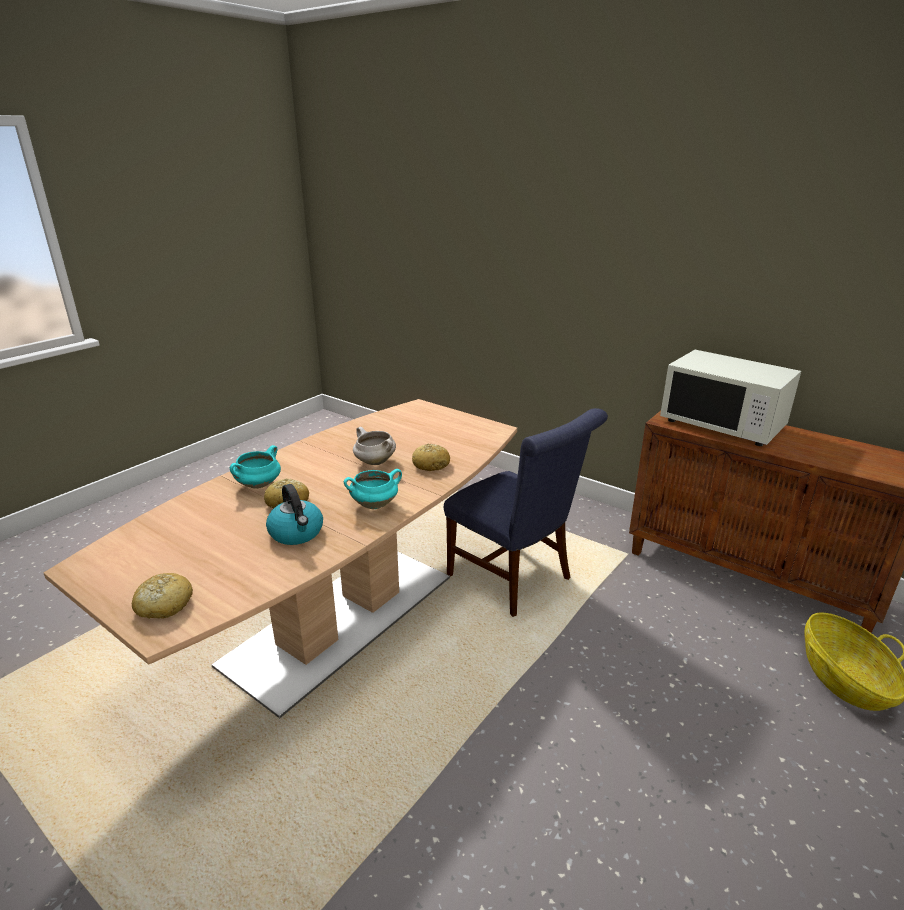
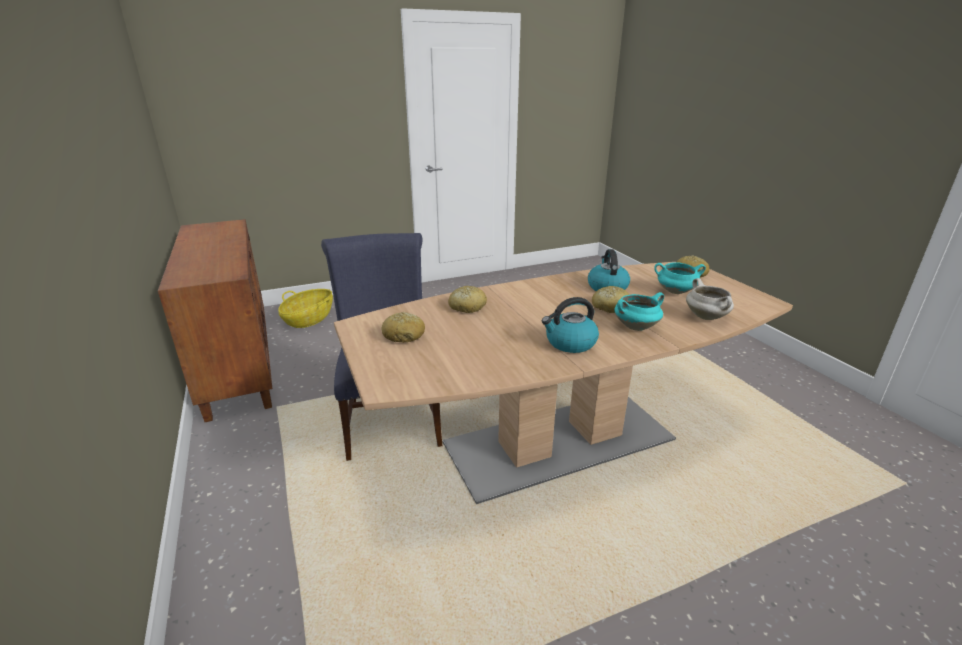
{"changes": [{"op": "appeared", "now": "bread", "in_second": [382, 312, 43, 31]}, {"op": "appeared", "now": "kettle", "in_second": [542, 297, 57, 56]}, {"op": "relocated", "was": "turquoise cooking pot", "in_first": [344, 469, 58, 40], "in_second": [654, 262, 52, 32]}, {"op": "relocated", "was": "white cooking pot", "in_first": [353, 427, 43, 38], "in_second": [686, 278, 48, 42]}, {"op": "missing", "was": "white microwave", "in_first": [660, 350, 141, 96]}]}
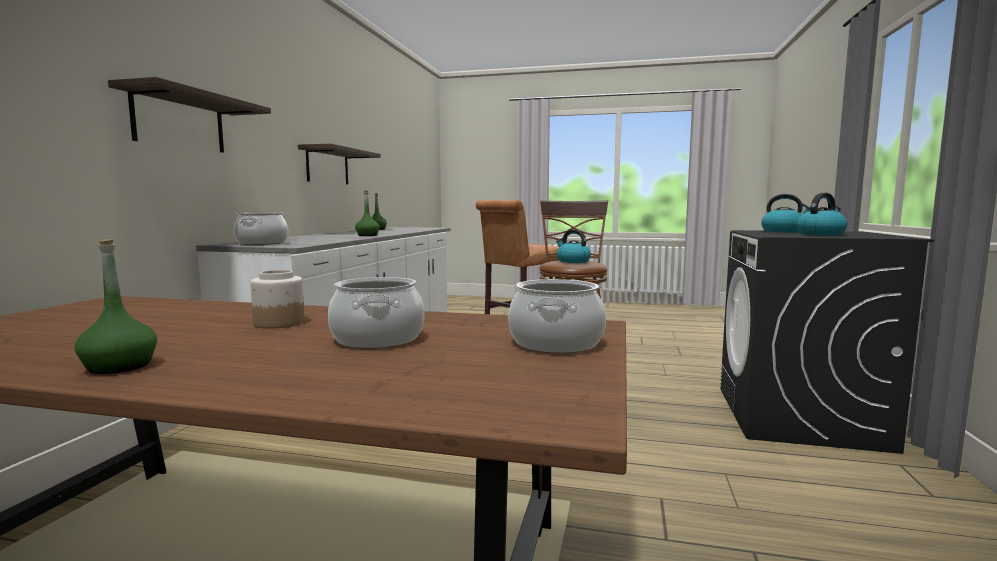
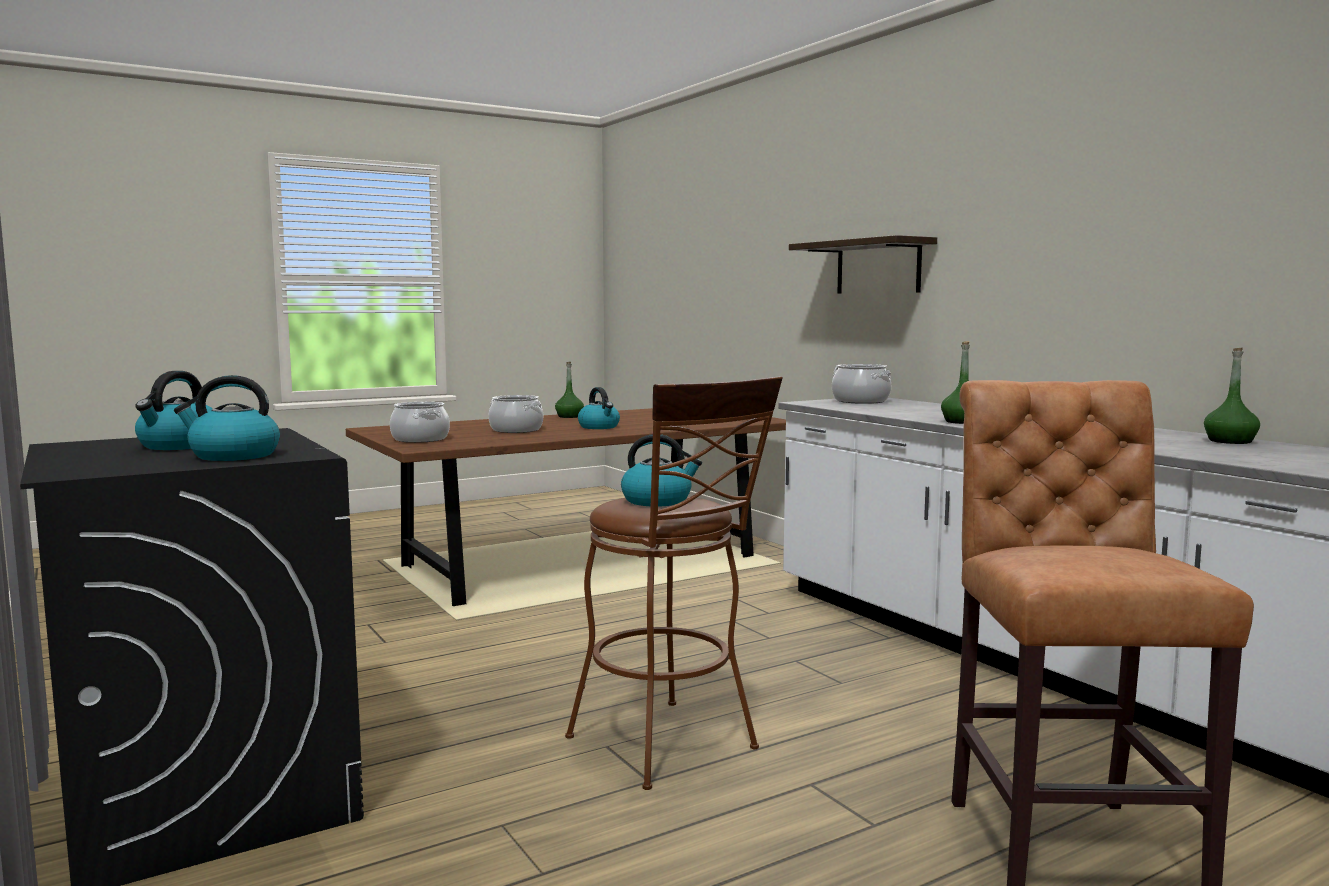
{"changes": [{"op": "exchanged", "was": "jar", "now": "kettle", "in_first": [250, 270, 55, 59], "in_second": [578, 387, 42, 42]}, {"op": "missing", "was": "shelf", "in_first": [298, 144, 83, 40]}]}
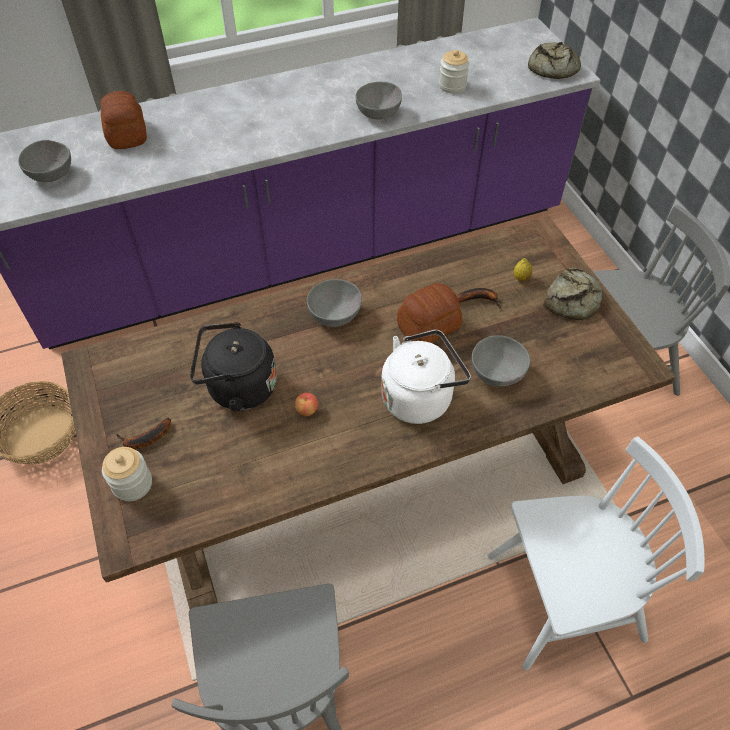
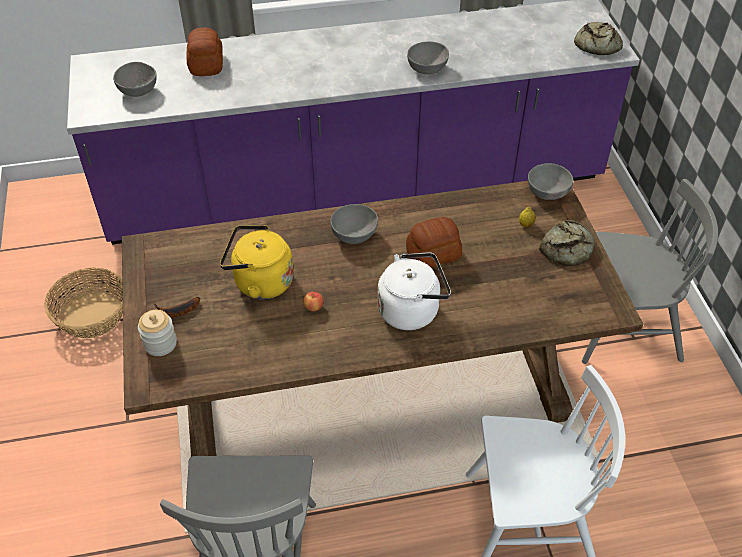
{"changes": [{"op": "colour", "was": "black kettle", "now": "yellow kettle", "in_first": [190, 322, 87, 90], "in_second": [220, 225, 74, 74]}, {"op": "relocated", "was": "grey bowl", "in_first": [471, 335, 59, 51], "in_second": [528, 163, 45, 37]}, {"op": "missing", "was": "jar", "in_first": [439, 50, 31, 44]}, {"op": "missing", "was": "banana", "in_first": [457, 288, 45, 21]}]}
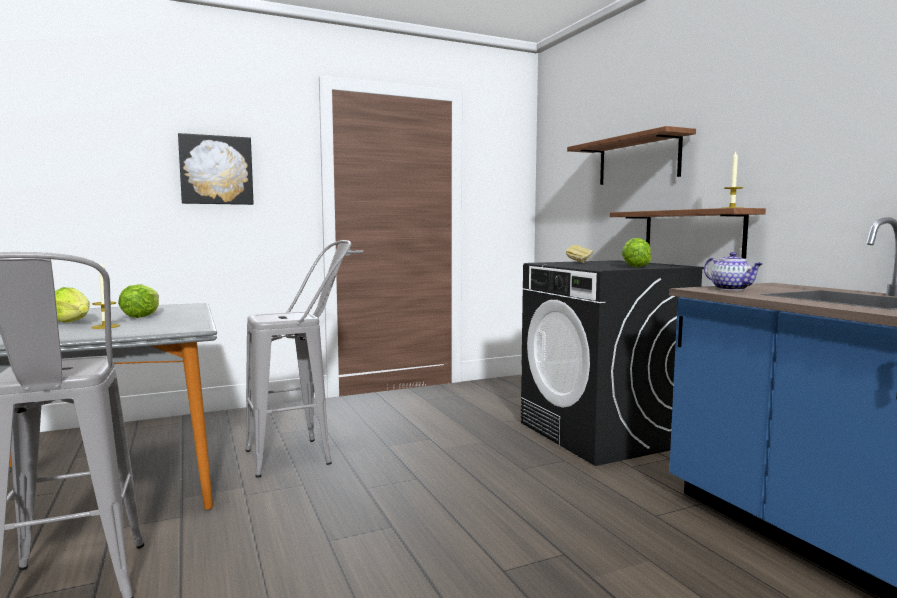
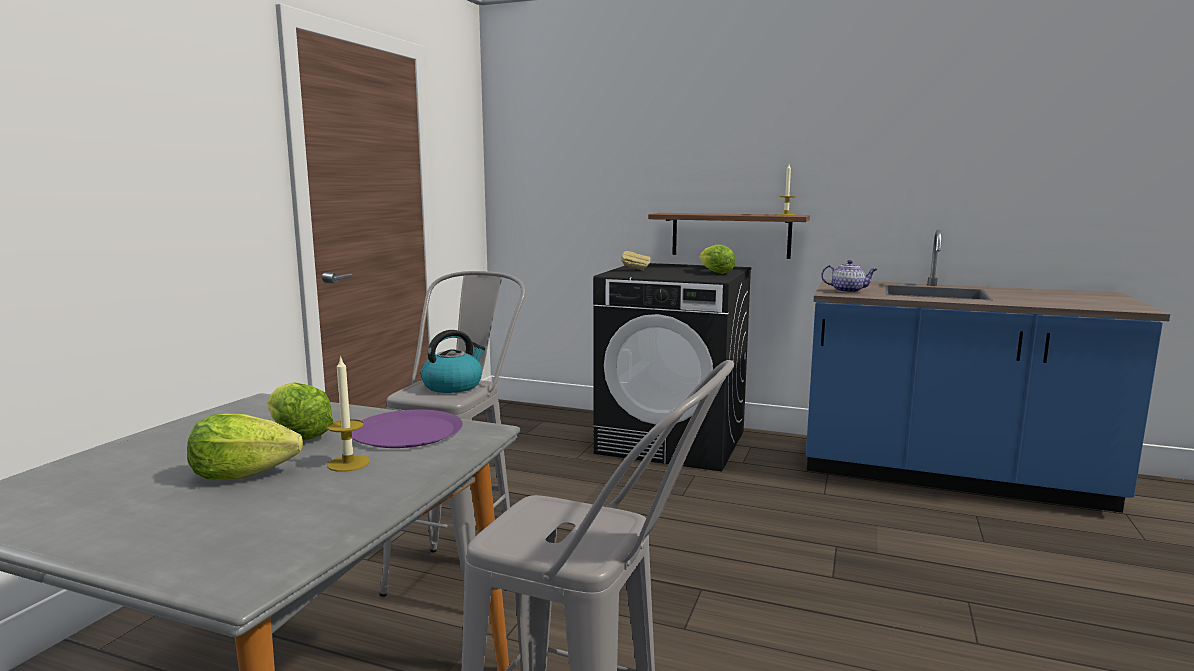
{"changes": [{"op": "appeared", "now": "purple plate", "in_second": [352, 410, 111, 38]}, {"op": "appeared", "now": "kettle", "in_second": [421, 330, 64, 63]}, {"op": "missing", "was": "picture", "in_first": [178, 133, 76, 72]}, {"op": "missing", "was": "shelf", "in_first": [567, 126, 129, 59]}]}
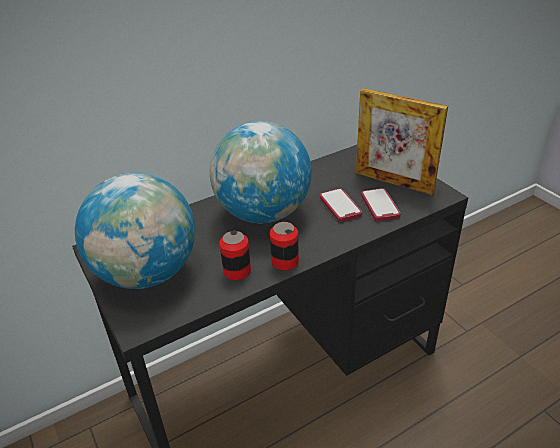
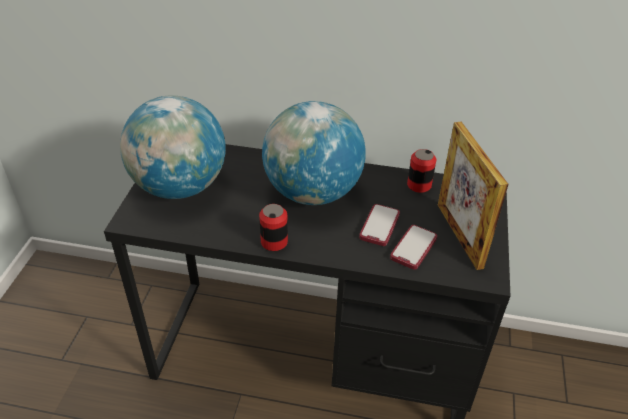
{"changes": [{"op": "relocated", "was": "can", "in_first": [219, 231, 32, 49], "in_second": [407, 149, 29, 44]}]}
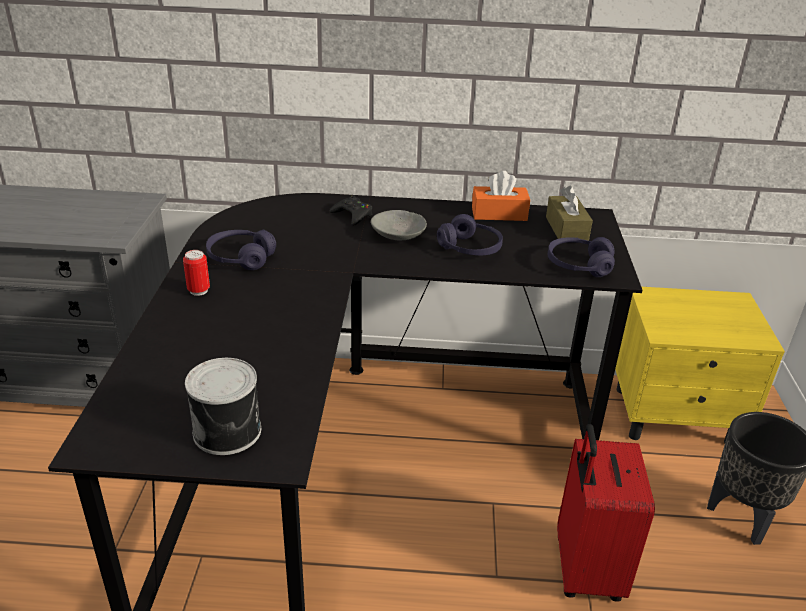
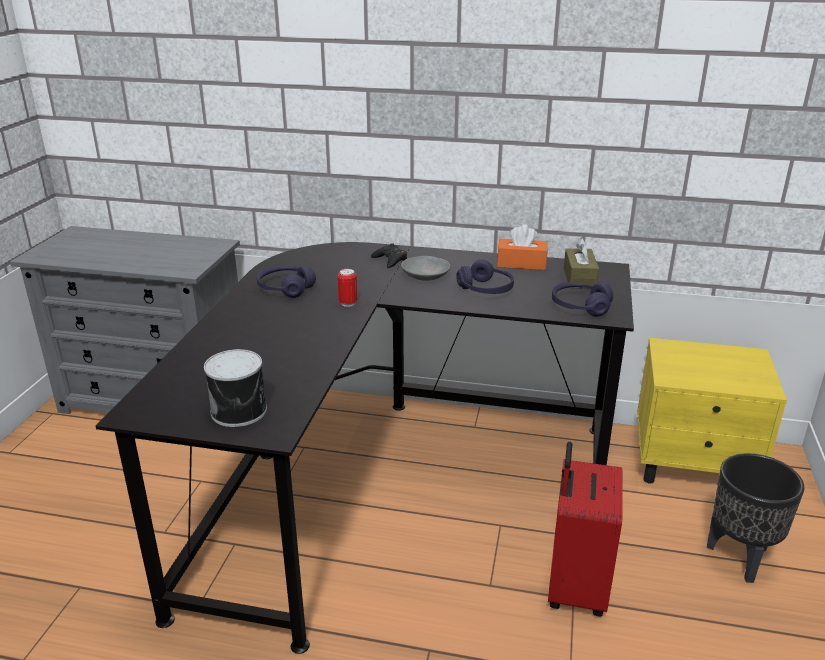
{"changes": [{"op": "relocated", "was": "can", "in_first": [183, 250, 27, 46], "in_second": [338, 269, 19, 38]}]}
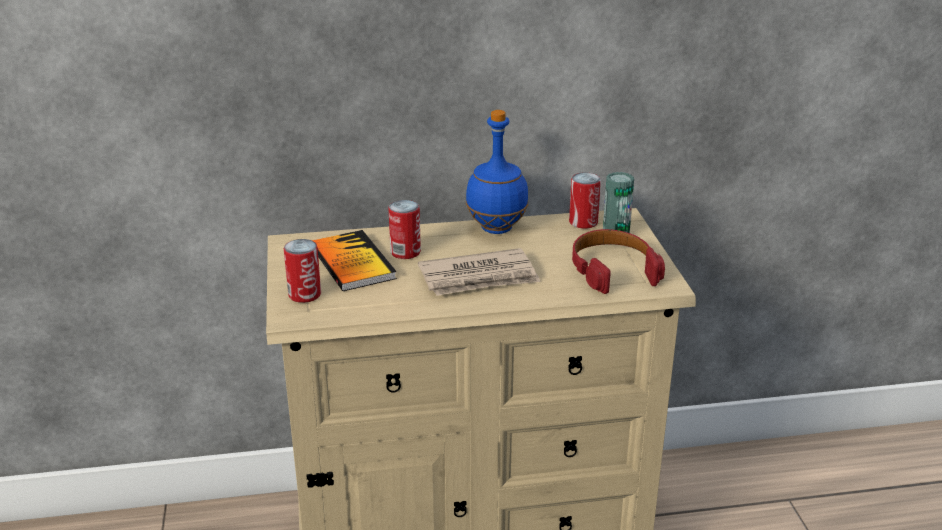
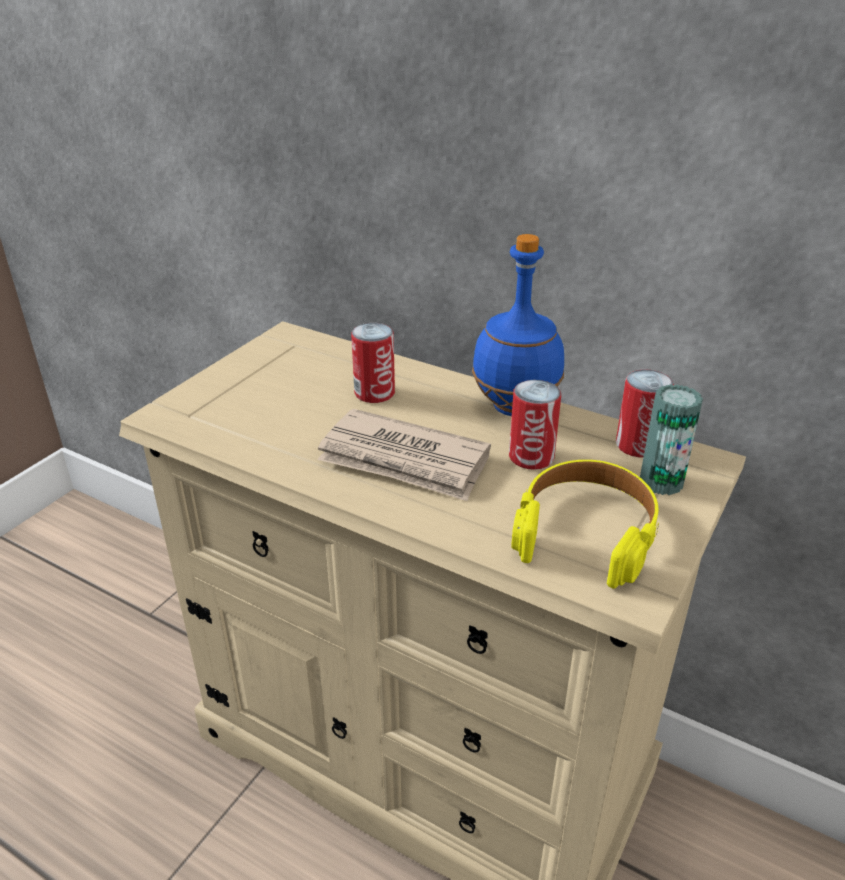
{"changes": [{"op": "relocated", "was": "can", "in_first": [284, 239, 37, 64], "in_second": [509, 380, 52, 90]}, {"op": "colour", "was": "red headphones", "now": "yellow headphones", "in_first": [572, 229, 93, 65], "in_second": [511, 460, 148, 129]}, {"op": "missing", "was": "book", "in_first": [312, 230, 85, 61]}]}
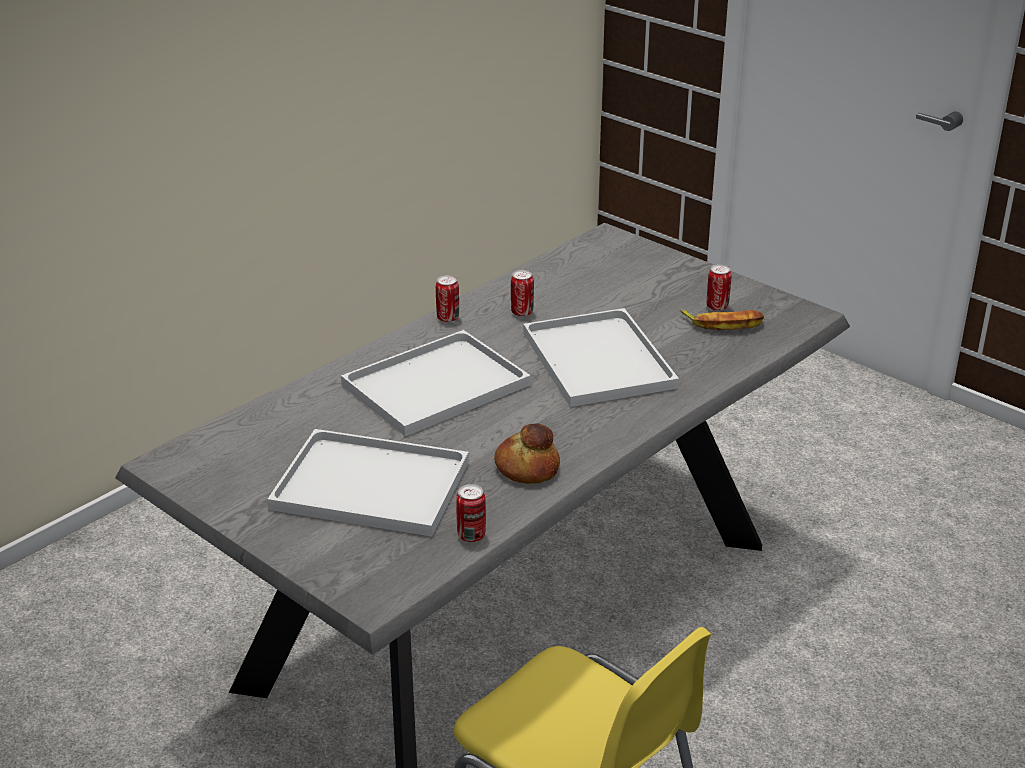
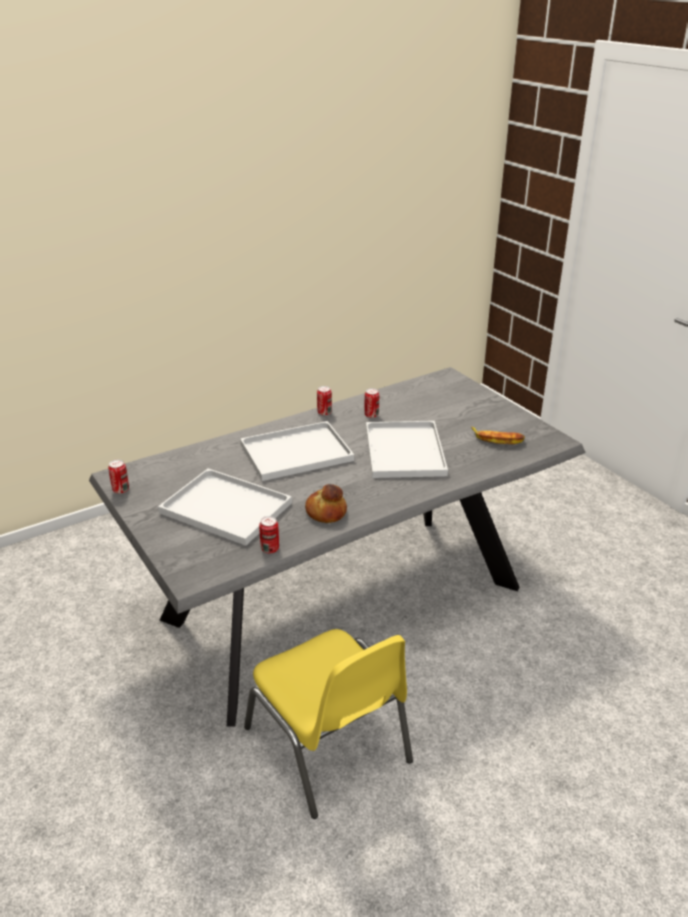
{"changes": [{"op": "relocated", "was": "can", "in_first": [707, 264, 25, 47], "in_second": [108, 460, 21, 34]}]}
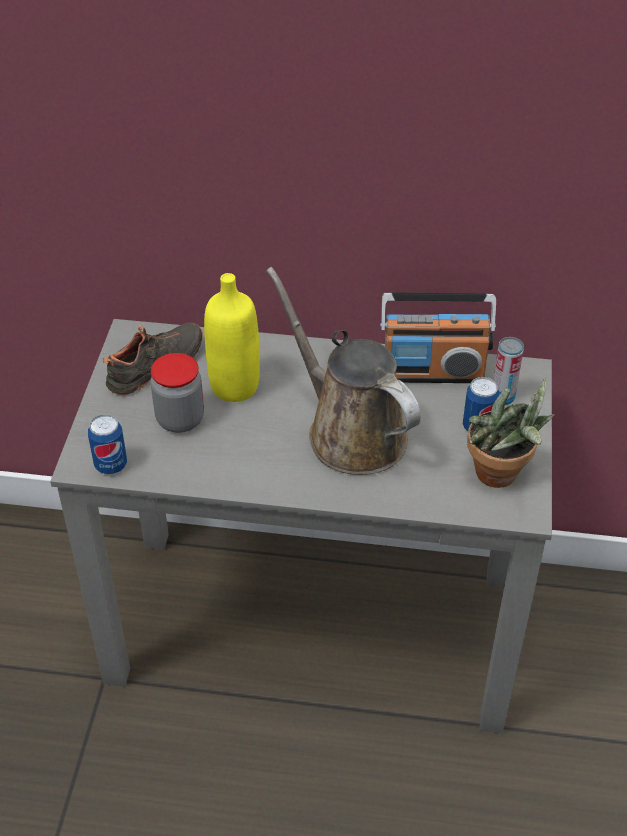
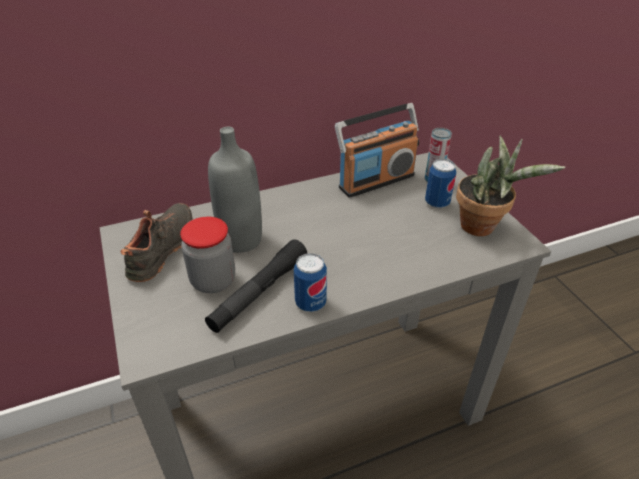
{"changes": [{"op": "appeared", "now": "black flashlight", "in_second": [205, 239, 103, 94]}, {"op": "colour", "was": "yellow bottle", "now": "grey bottle", "in_first": [204, 273, 56, 129], "in_second": [208, 127, 54, 126]}, {"op": "relocated", "was": "can", "in_first": [88, 414, 39, 60], "in_second": [294, 253, 33, 59]}, {"op": "missing", "was": "brown watering can", "in_first": [266, 267, 155, 208]}]}
